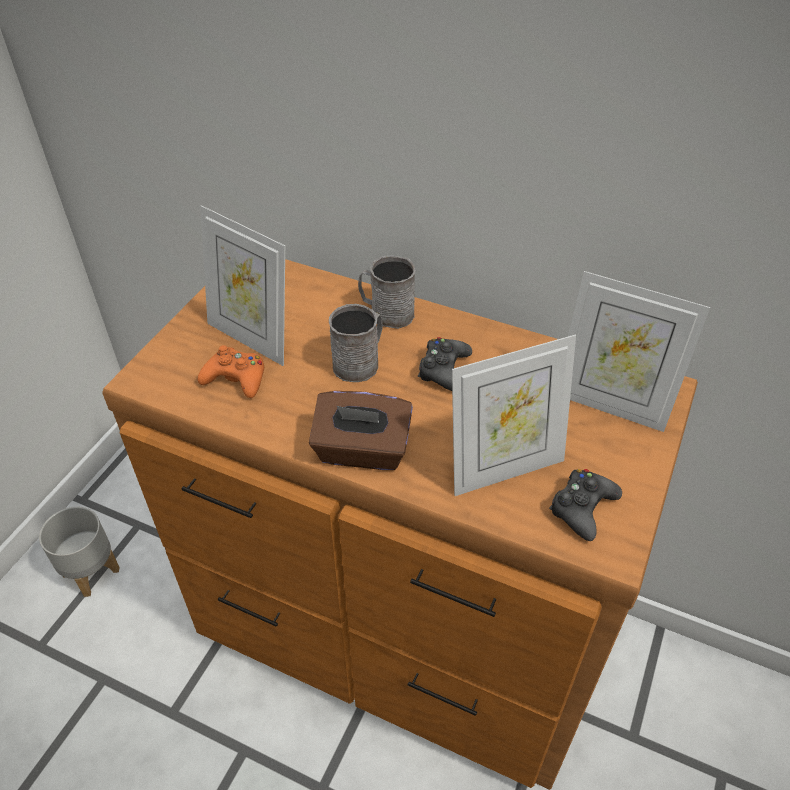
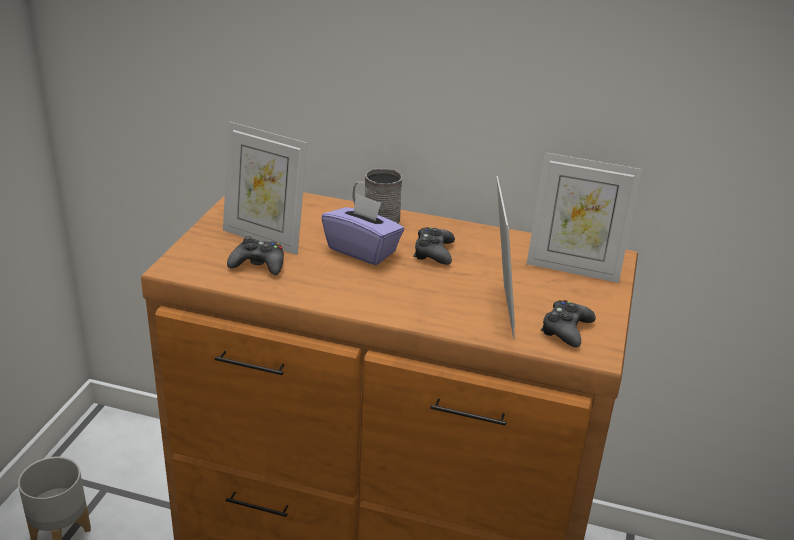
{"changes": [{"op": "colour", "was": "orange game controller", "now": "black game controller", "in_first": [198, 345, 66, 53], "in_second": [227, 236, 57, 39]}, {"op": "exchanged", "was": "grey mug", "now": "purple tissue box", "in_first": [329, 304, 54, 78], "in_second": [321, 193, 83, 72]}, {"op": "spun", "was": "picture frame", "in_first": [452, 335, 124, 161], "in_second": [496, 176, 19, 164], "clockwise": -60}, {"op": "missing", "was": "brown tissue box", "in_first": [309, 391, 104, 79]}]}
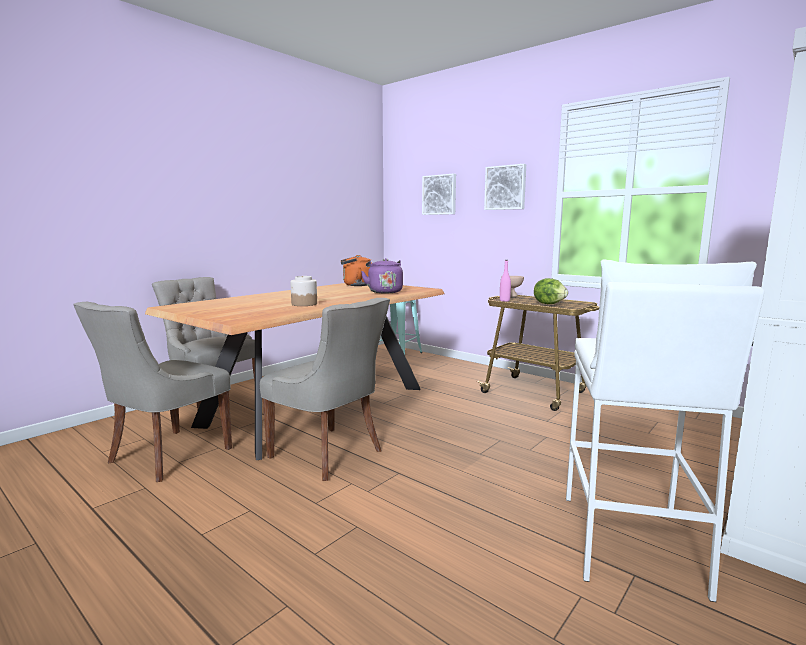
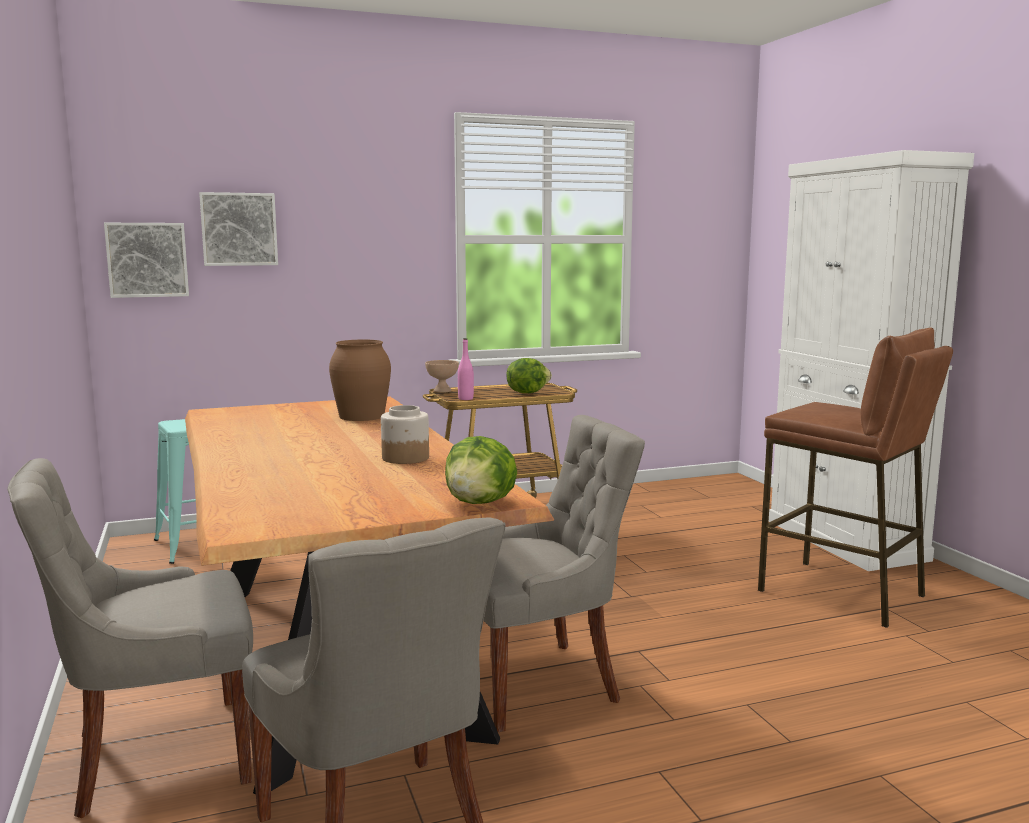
{"changes": [{"op": "relocated", "was": "picture", "in_first": [484, 164, 42, 46], "in_second": [104, 223, 85, 75]}, {"op": "exchanged", "was": "purple kettle", "now": "brown vase", "in_first": [361, 258, 42, 35], "in_second": [329, 340, 62, 81]}, {"op": "appeared", "now": "lettuce", "in_second": [445, 436, 72, 68]}, {"op": "colour", "was": "white stool", "now": "brown stool", "in_first": [566, 259, 198, 343], "in_second": [758, 327, 195, 301]}, {"op": "missing", "was": "orange kettle", "in_first": [341, 255, 31, 31]}]}
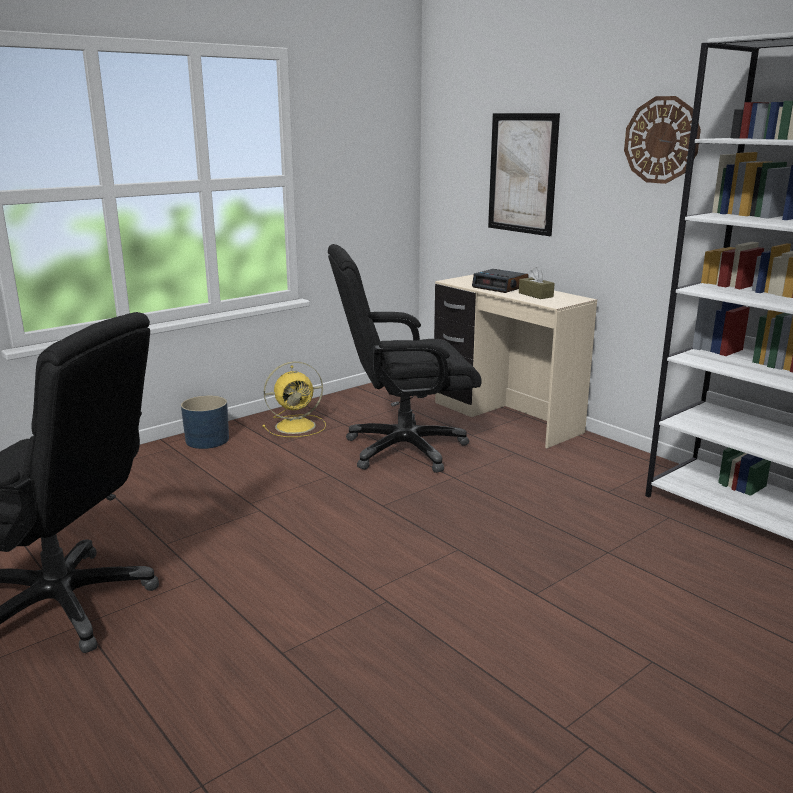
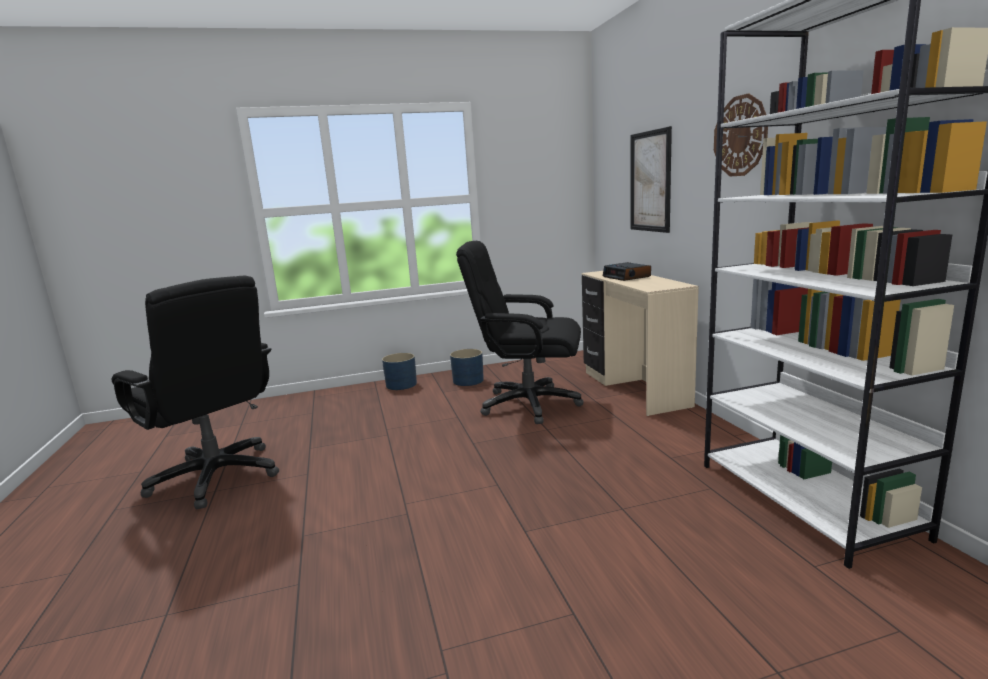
{"changes": [{"op": "exchanged", "was": "yellow fan", "now": "blue planter", "in_first": [262, 361, 64, 76], "in_second": [450, 349, 34, 37]}, {"op": "missing", "was": "brown tissue box", "in_first": [519, 267, 36, 32]}]}
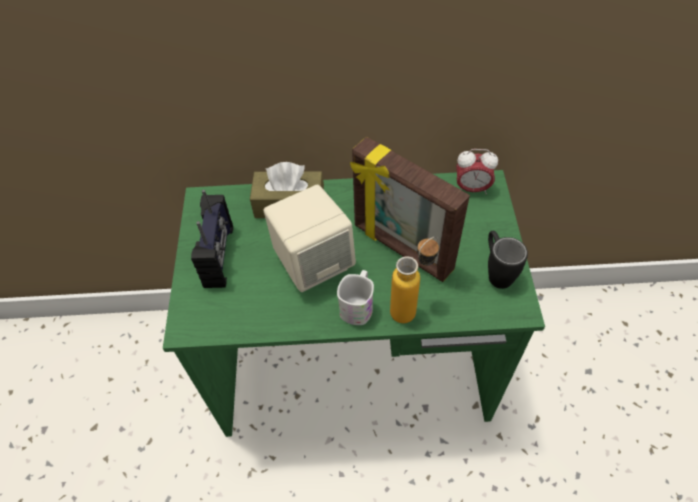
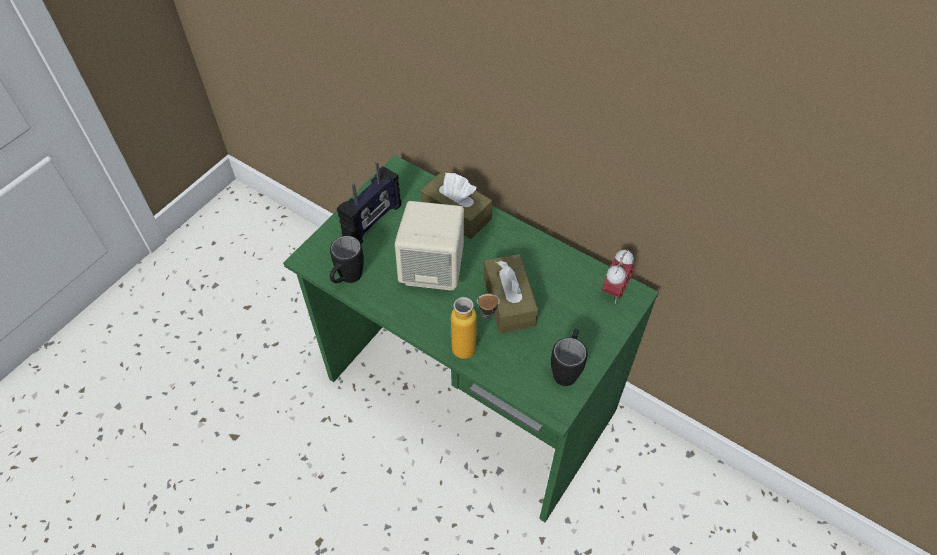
{"changes": [{"op": "appeared", "now": "black mug", "in_second": [330, 236, 34, 47]}, {"op": "exchanged", "was": "picture frame", "now": "brown tissue box", "in_first": [350, 137, 120, 145], "in_second": [484, 254, 54, 80]}, {"op": "spun", "was": "alarm clock", "in_first": [456, 149, 42, 45], "in_second": [602, 249, 33, 55], "clockwise": -105}, {"op": "missing", "was": "white mug", "in_first": [337, 270, 37, 55]}]}
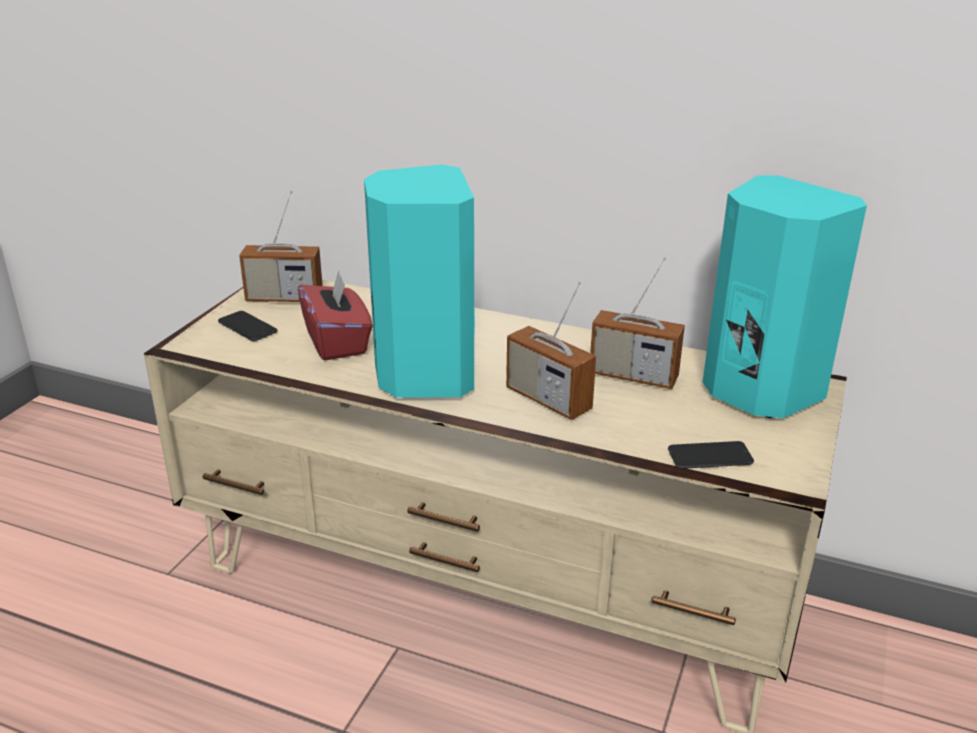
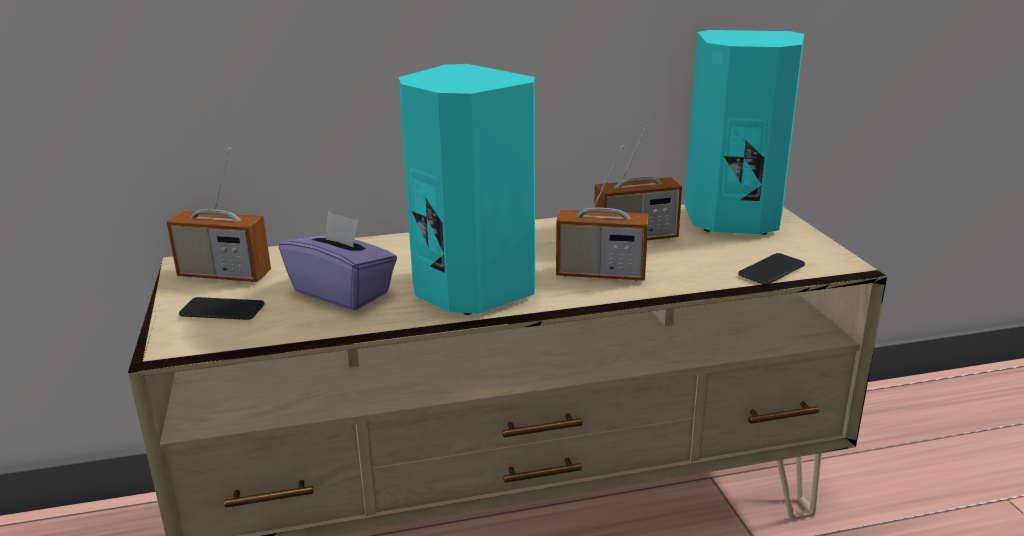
{"changes": [{"op": "spun", "was": "radio", "in_first": [239, 190, 84, 112], "in_second": [167, 148, 104, 134], "clockwise": 45}, {"op": "colour", "was": "red tissue box", "now": "purple tissue box", "in_first": [298, 271, 75, 89], "in_second": [279, 211, 118, 100]}]}
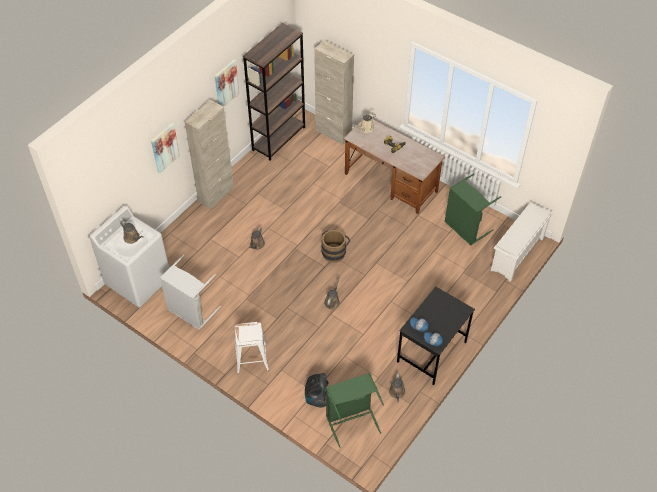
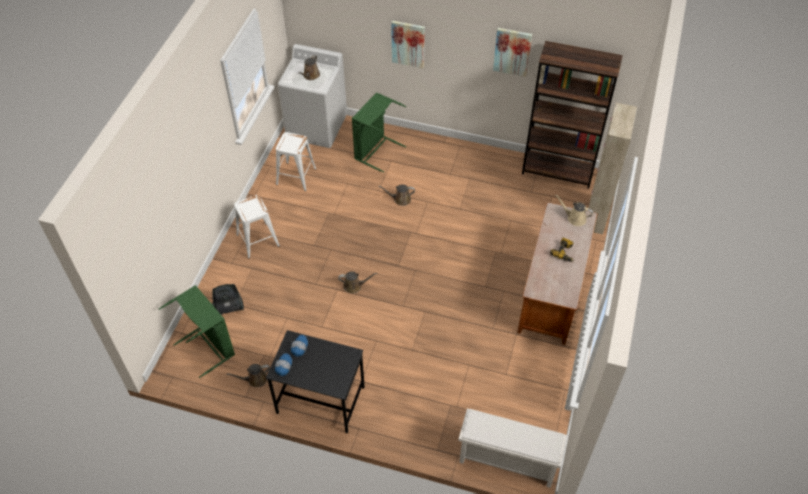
{"changes": [{"op": "exchanged", "was": "grey laundry basket", "now": "white stool", "in_first": [160, 255, 61, 75], "in_second": [276, 132, 40, 59]}, {"op": "relocated", "was": "green laundry basket", "in_first": [444, 173, 57, 73], "in_second": [352, 92, 54, 81]}, {"op": "missing", "was": "beige cabinet", "in_first": [185, 100, 49, 110]}, {"op": "missing", "was": "brown bucket", "in_first": [321, 230, 29, 32]}]}
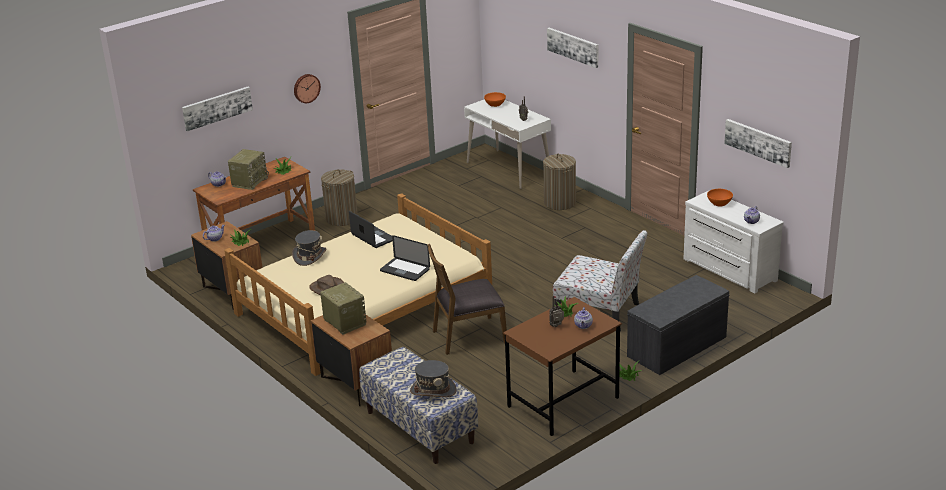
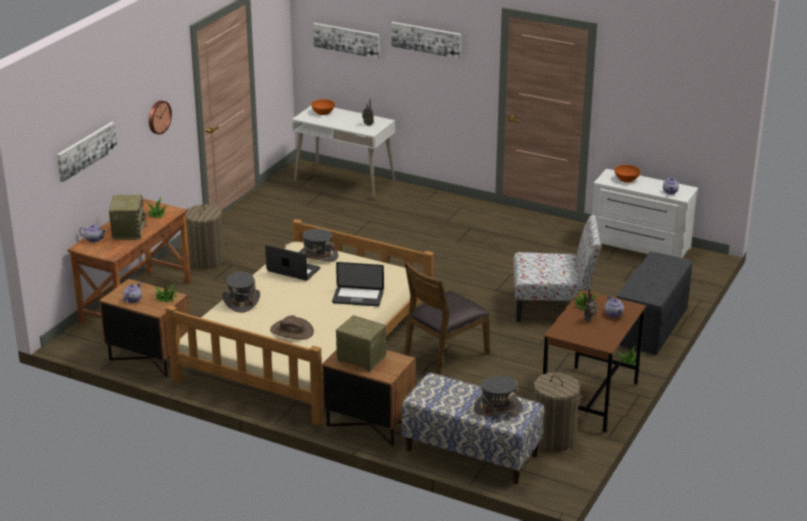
{"changes": [{"op": "appeared", "now": "grey hat", "in_second": [299, 229, 39, 32]}, {"op": "relocated", "was": "picture", "in_first": [724, 119, 68, 49], "in_second": [313, 23, 67, 36]}, {"op": "relocated", "was": "laundry basket", "in_first": [543, 154, 33, 56], "in_second": [533, 372, 49, 80]}]}
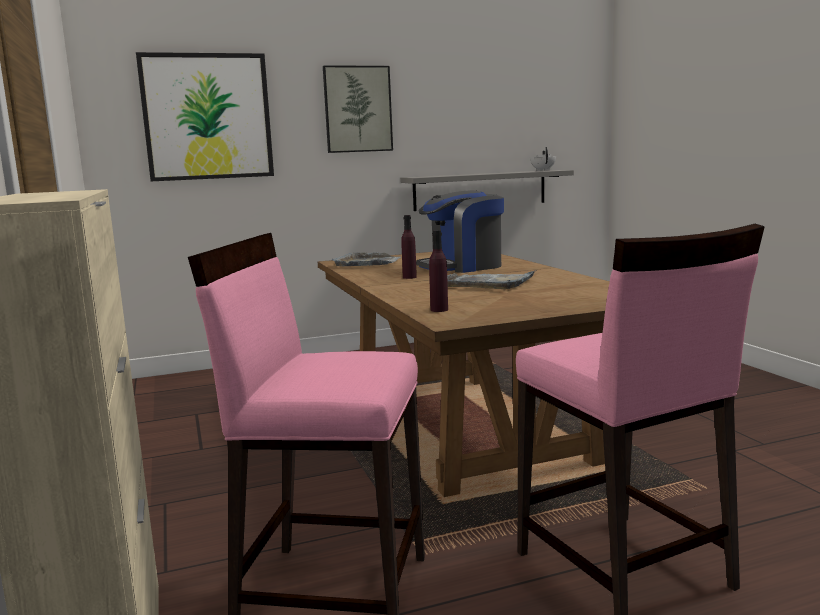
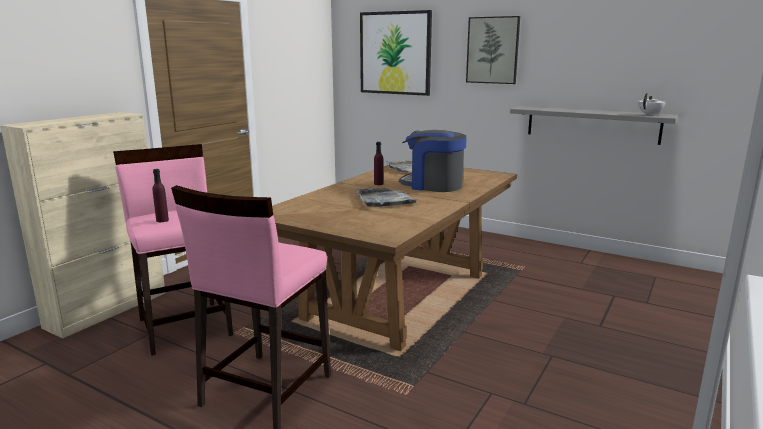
{"changes": [{"op": "relocated", "was": "purple bottle", "in_first": [429, 230, 19, 82], "in_second": [153, 169, 16, 53]}]}
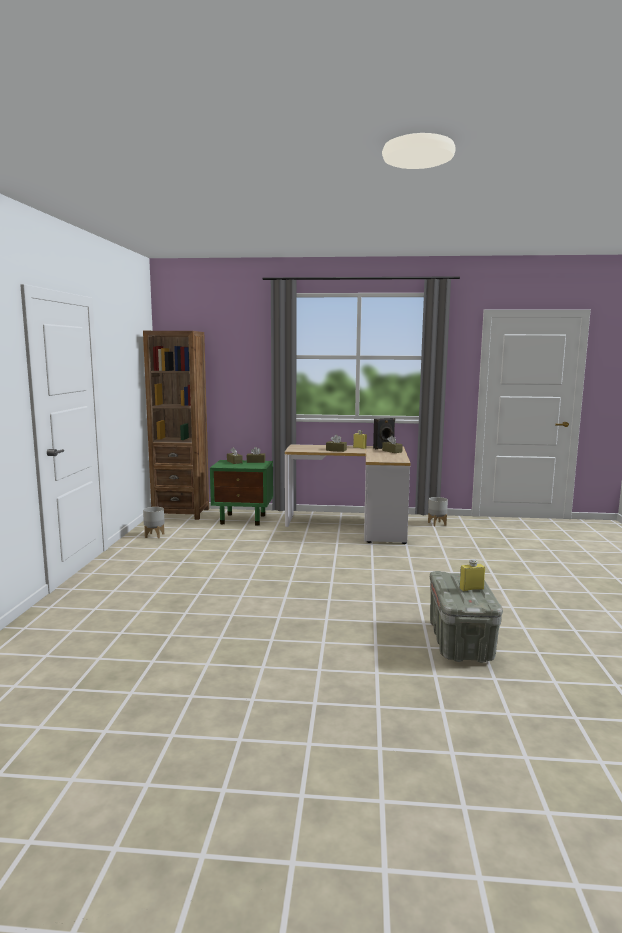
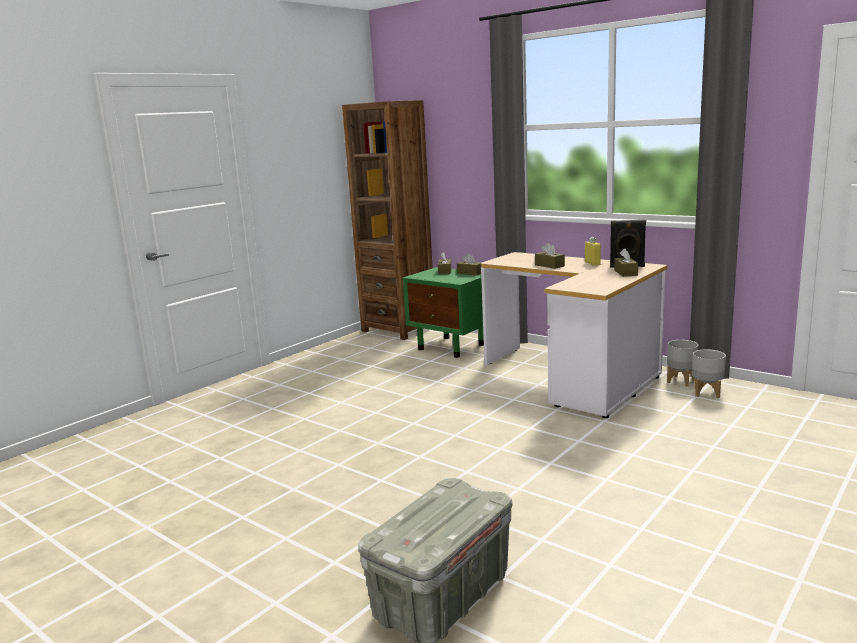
{"changes": [{"op": "relocated", "was": "grey planter", "in_first": [143, 507, 22, 32], "in_second": [667, 340, 31, 47]}, {"op": "missing", "was": "yellow bottle", "in_first": [460, 559, 25, 32]}]}
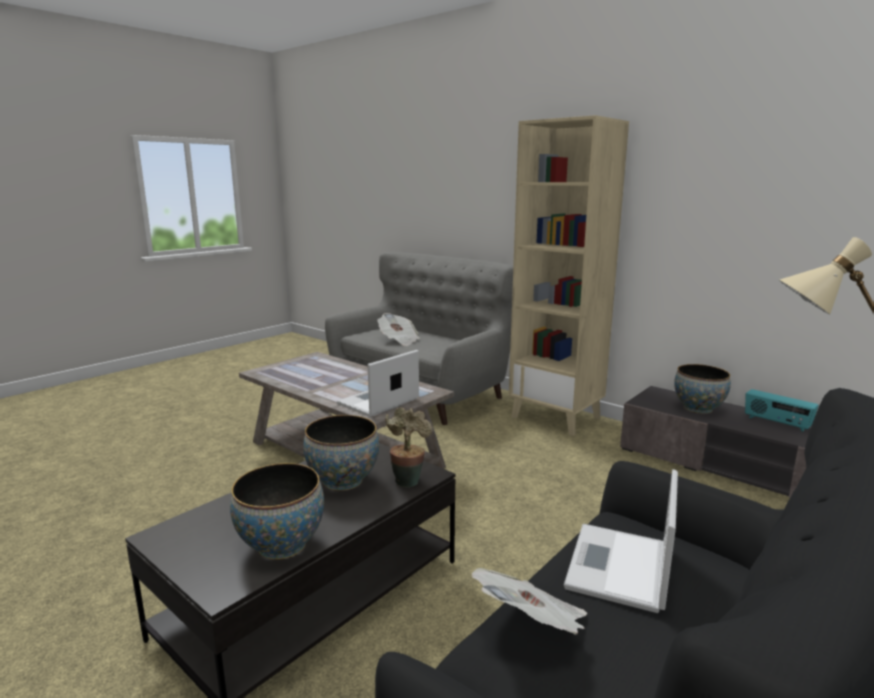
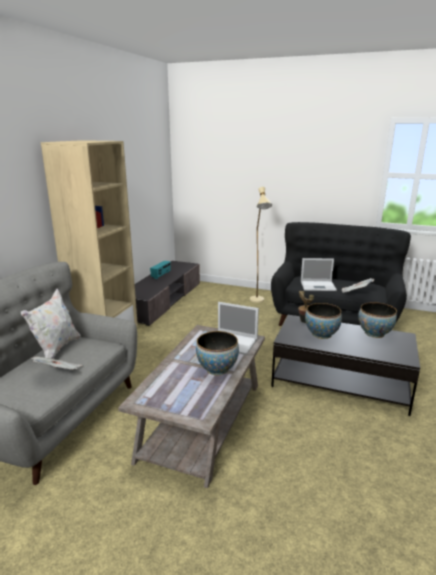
{"changes": [{"op": "appeared", "now": "white pillow", "in_second": [21, 288, 60, 77]}, {"op": "relocated", "was": "bowl", "in_first": [674, 364, 57, 50], "in_second": [196, 331, 43, 44]}]}
